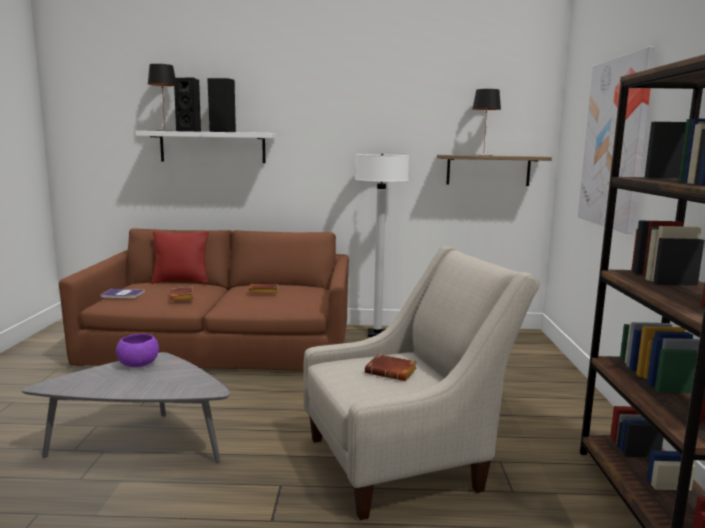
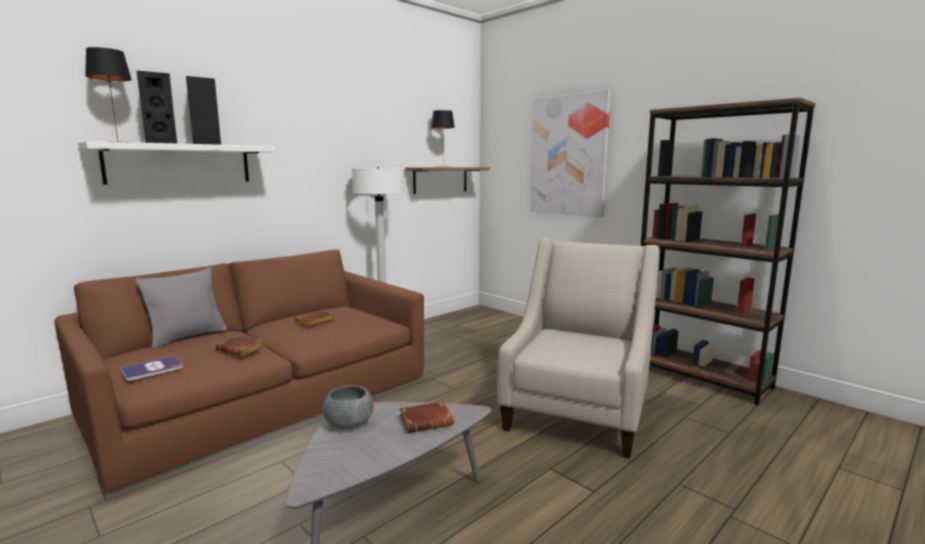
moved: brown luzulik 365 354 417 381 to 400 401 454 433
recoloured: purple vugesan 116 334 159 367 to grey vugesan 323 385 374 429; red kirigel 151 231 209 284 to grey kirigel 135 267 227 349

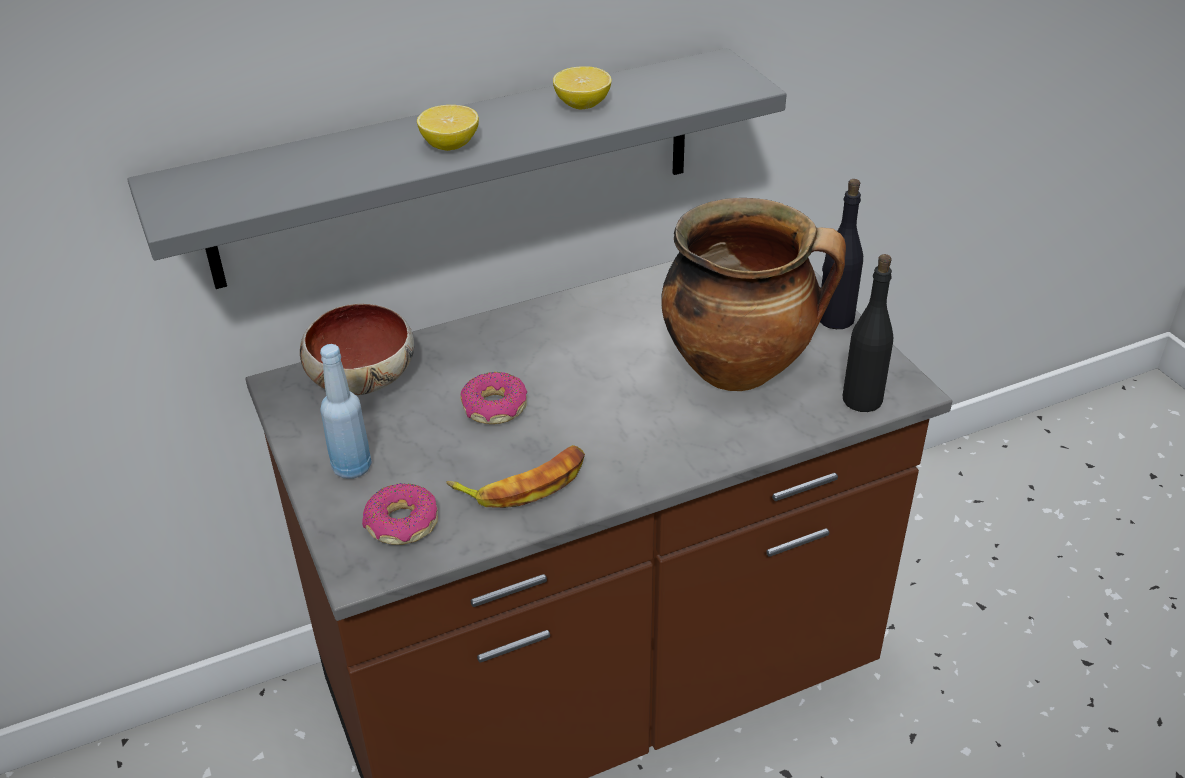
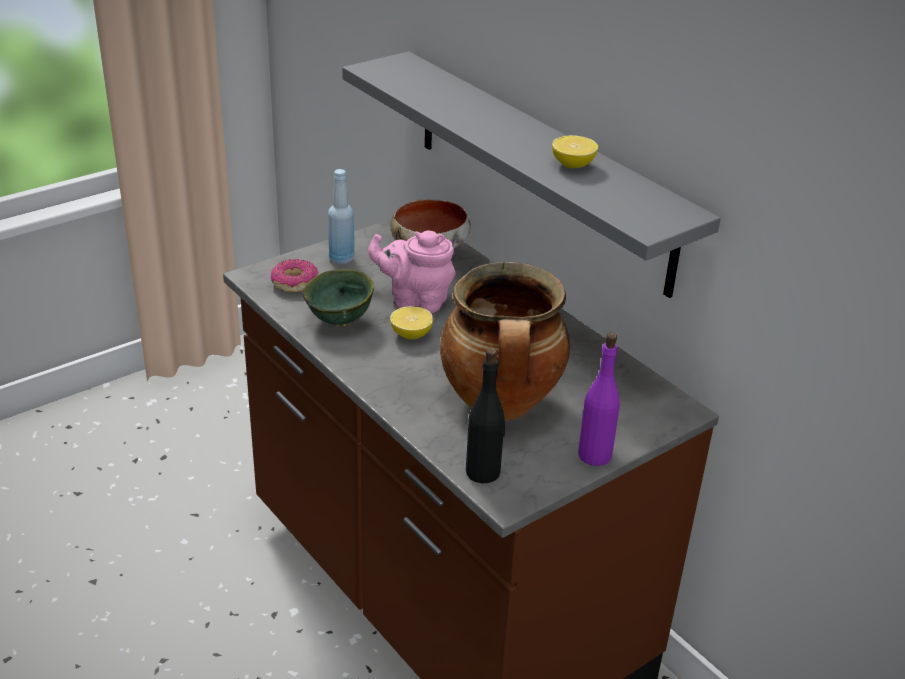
moved: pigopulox 417 105 479 151 to 390 306 433 339
replaced: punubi 446 445 585 508 to green vugesan 303 269 374 326; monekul 460 372 527 424 to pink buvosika 368 230 456 313
recoloured: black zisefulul 820 179 863 329 to purple zisefulul 578 333 620 466

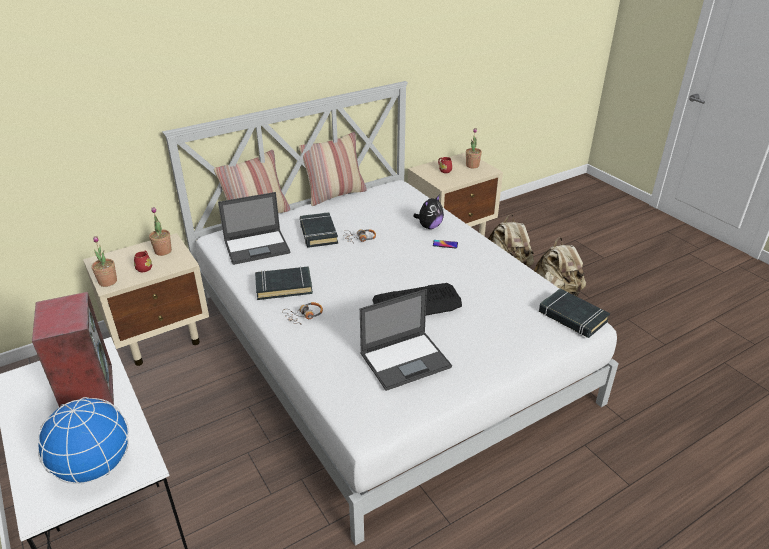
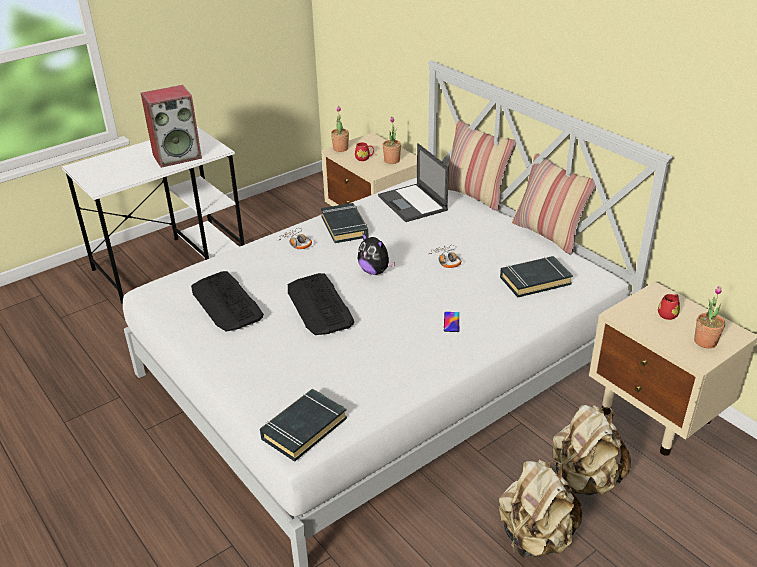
removed: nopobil 38 397 129 484
moved: black luzulik 300 212 338 248 to 500 256 573 298; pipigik 413 195 444 229 to 358 232 395 275
replaced: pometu 360 289 452 391 to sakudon 191 271 264 332

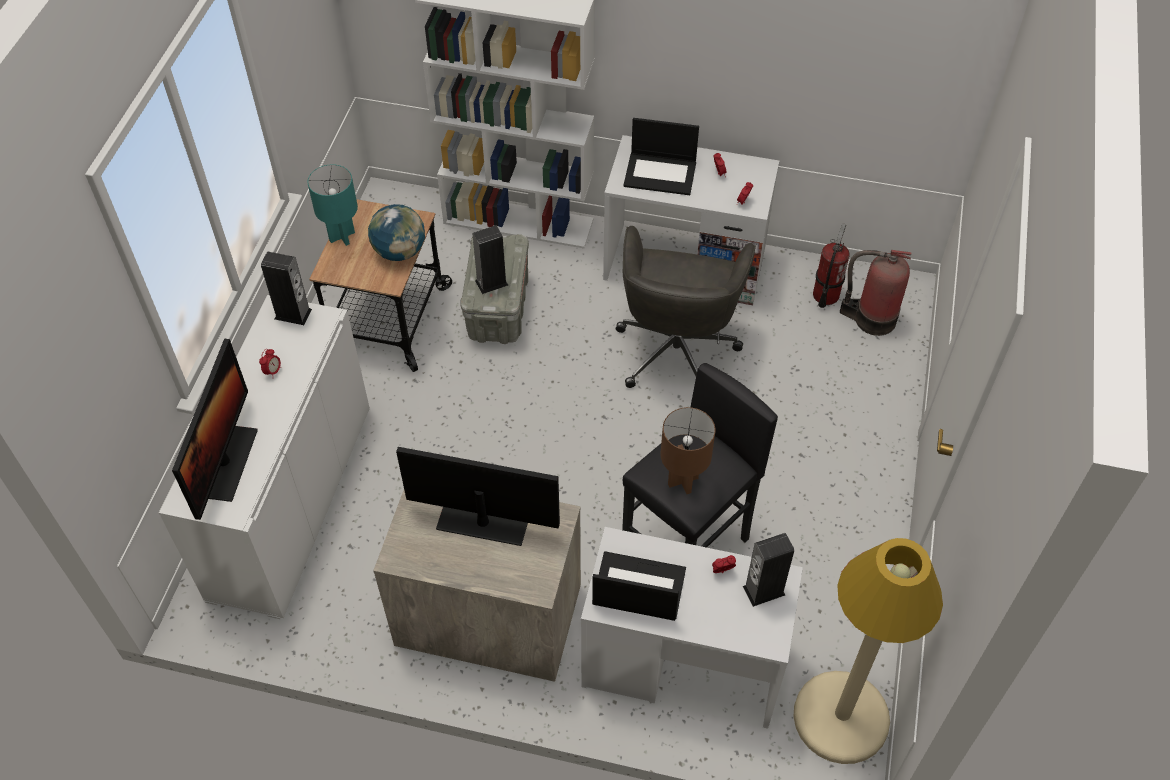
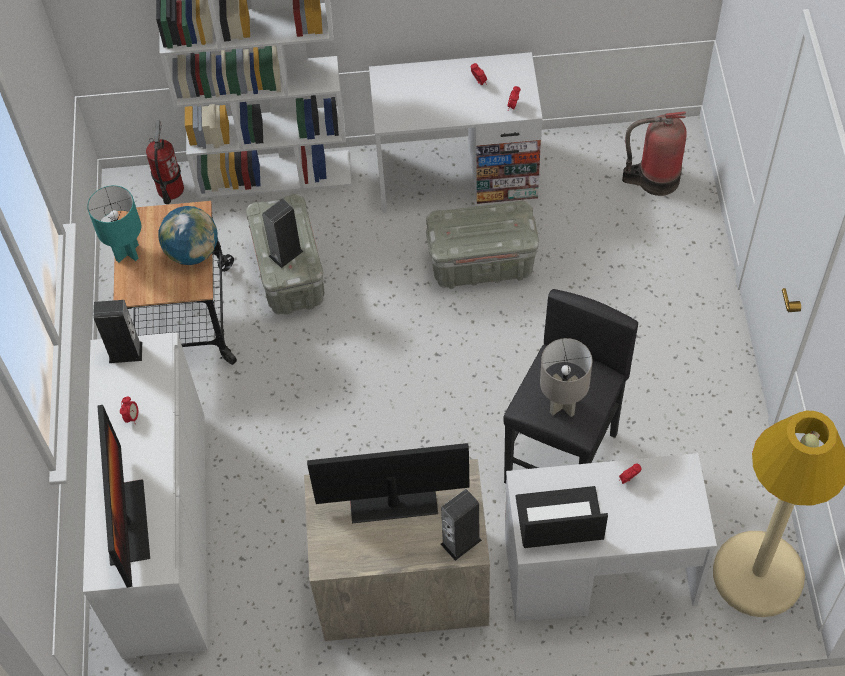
removed: pometu 624 118 699 195
moved: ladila 743 533 794 607 to 441 489 482 561; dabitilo 813 224 850 308 to 146 120 184 204
replaced: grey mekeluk 616 226 756 388 to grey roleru 426 201 539 289
recoloured: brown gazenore 661 407 715 494 to grey gazenore 540 338 592 417

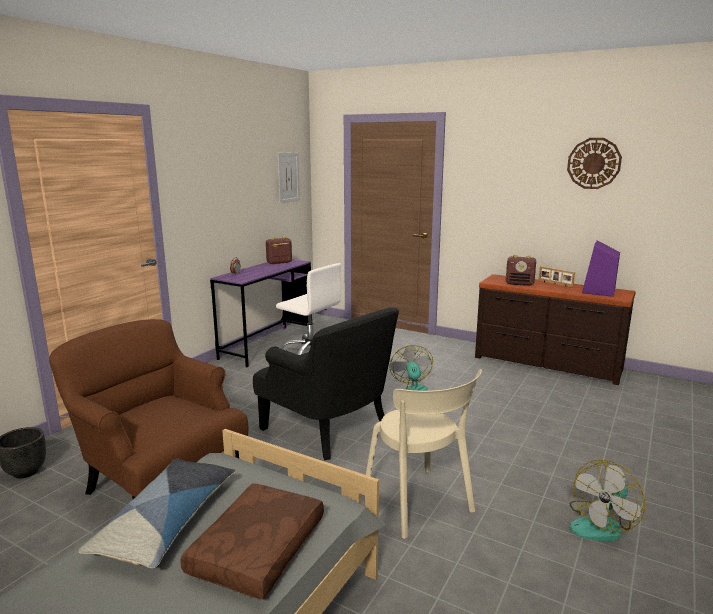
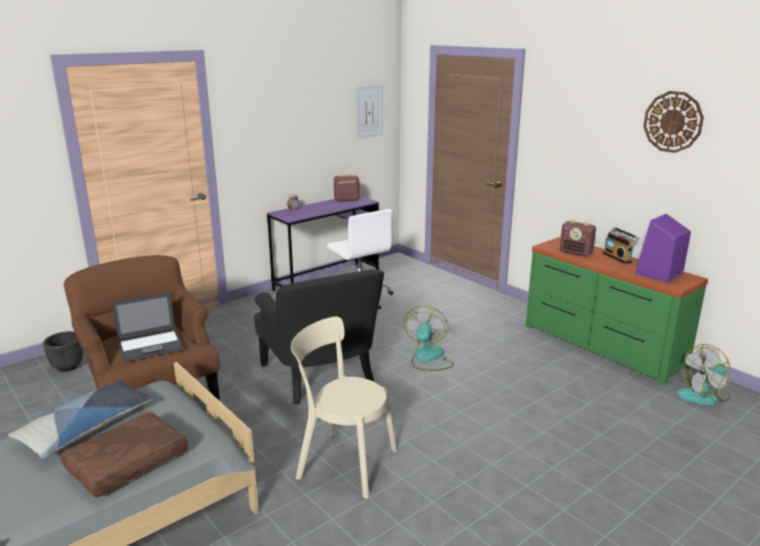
added: pometu 112 292 184 362
moved: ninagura 570 460 645 541 to 676 344 732 405
replaced: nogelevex 538 266 575 288 to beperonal 603 227 639 264
recoloured: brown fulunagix 475 274 636 385 to green fulunagix 526 237 708 385
turned: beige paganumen 366 369 482 539 = 291 317 397 498 120 degrees clockwise

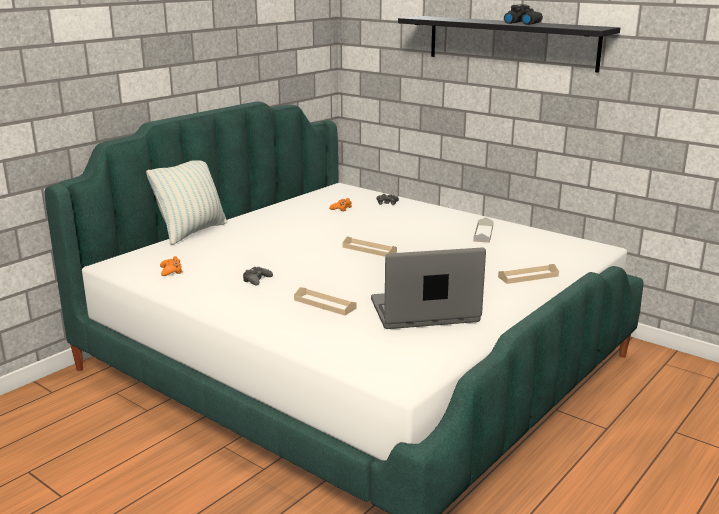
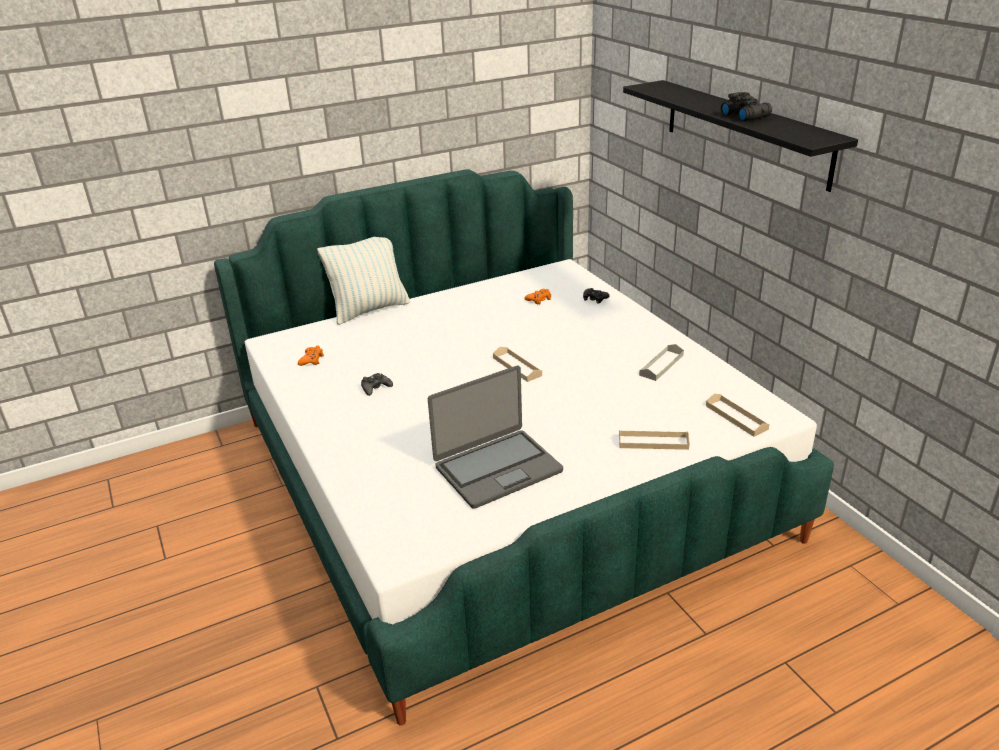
moved: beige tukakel 294 287 357 316 to 706 394 770 437
turned: pometu 371 247 486 329 = 428 366 563 509 135 degrees clockwise

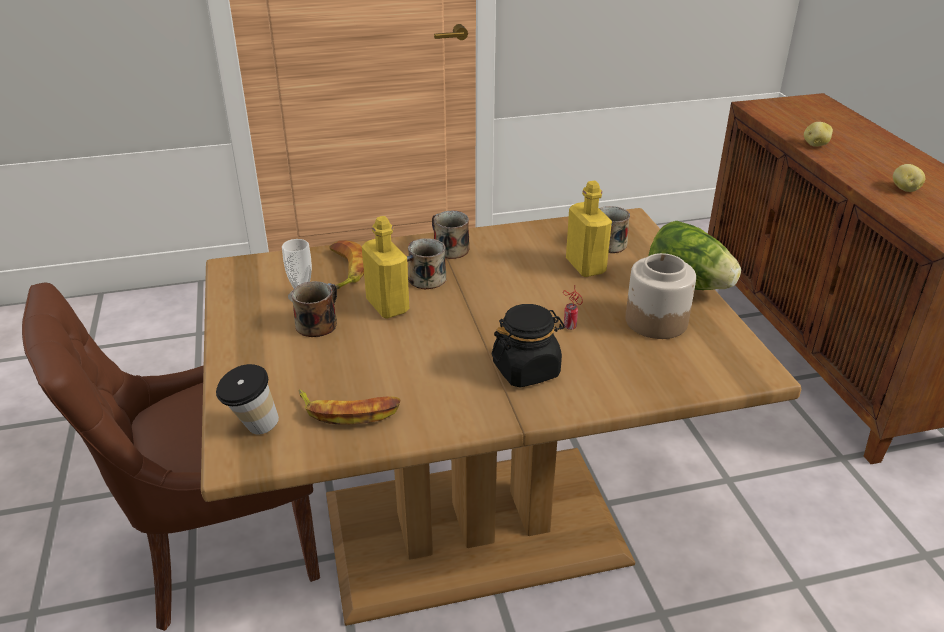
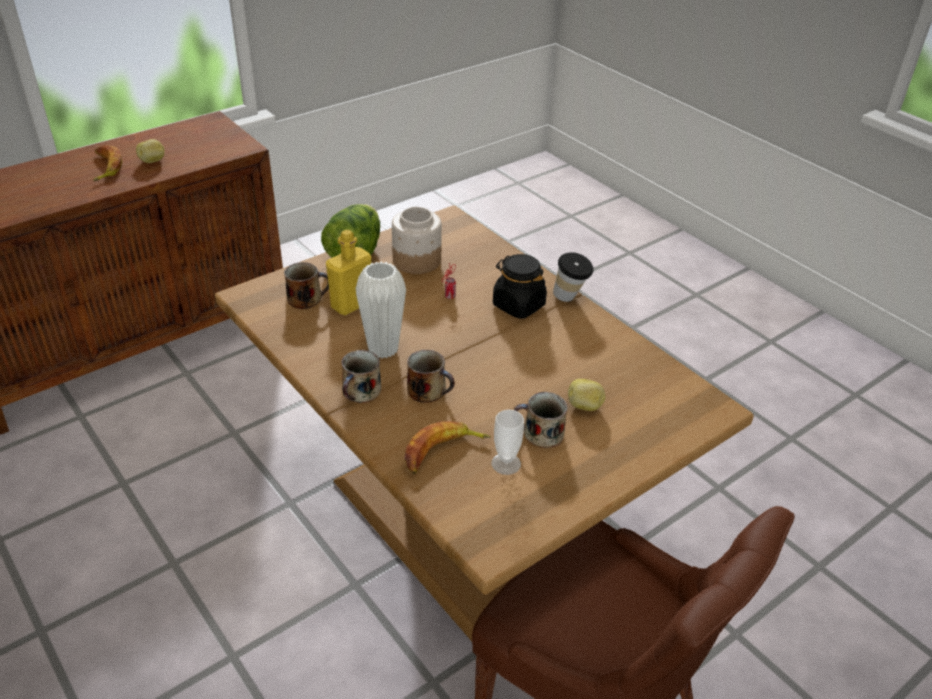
removed: yellow zisefulul 362 216 409 318
added: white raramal 356 261 406 359
moved: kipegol 216 364 279 435 to 553 252 594 302; punubi 298 389 401 424 to 93 145 122 181; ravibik 804 122 833 147 to 568 379 605 411

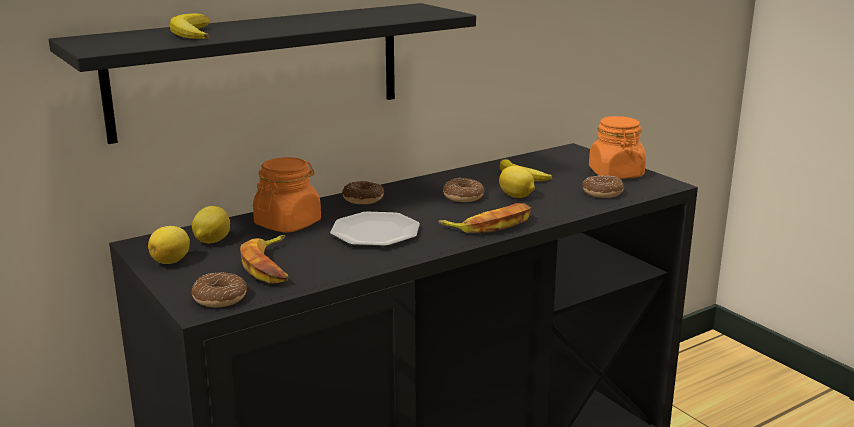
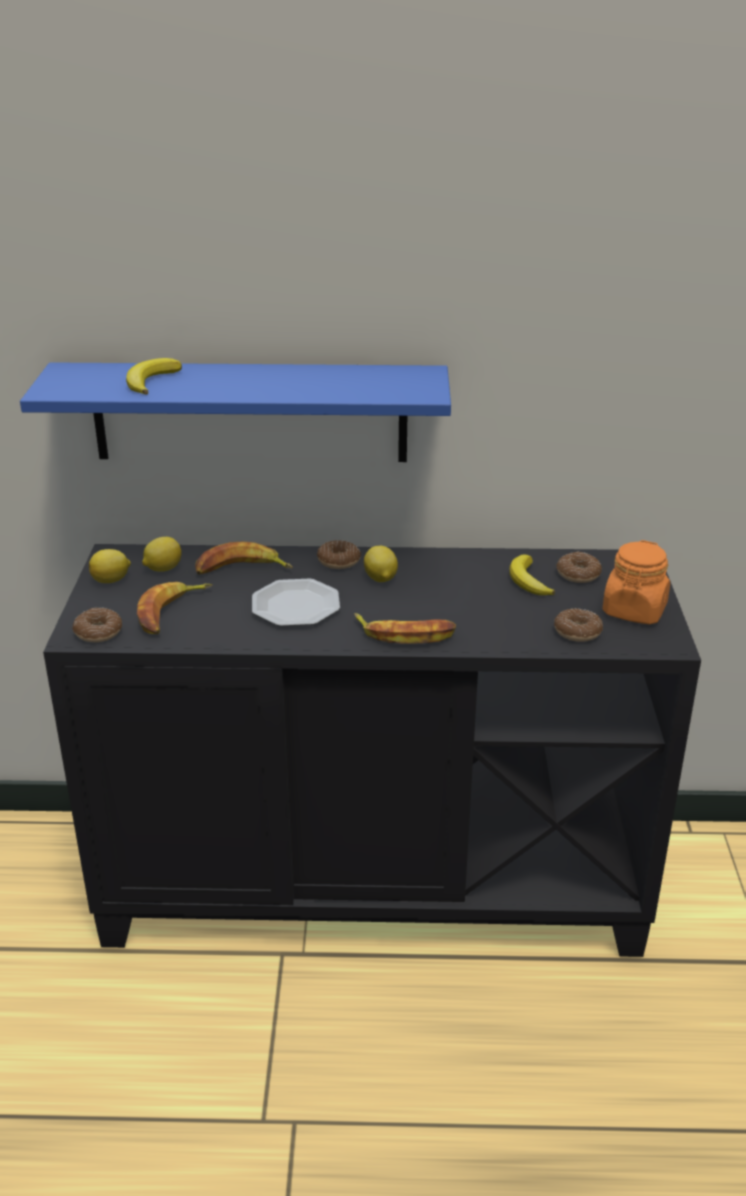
moved: monekul 443 178 485 202 to 556 552 602 583; pigopulox 499 165 535 198 to 364 546 398 582
replaced: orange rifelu 253 157 321 233 to punubi 195 541 293 575
recoloured: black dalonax 49 3 476 144 to blue dalonax 20 362 451 462

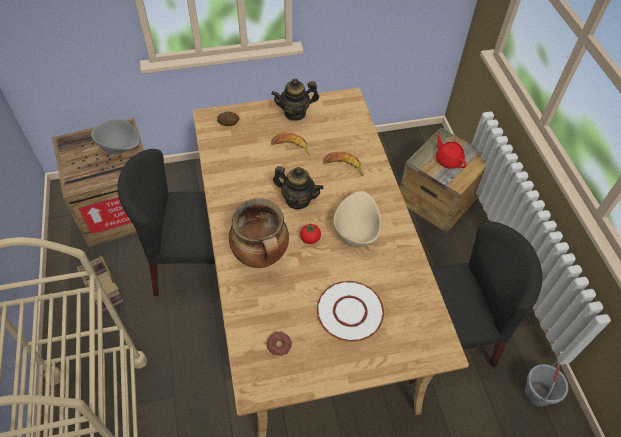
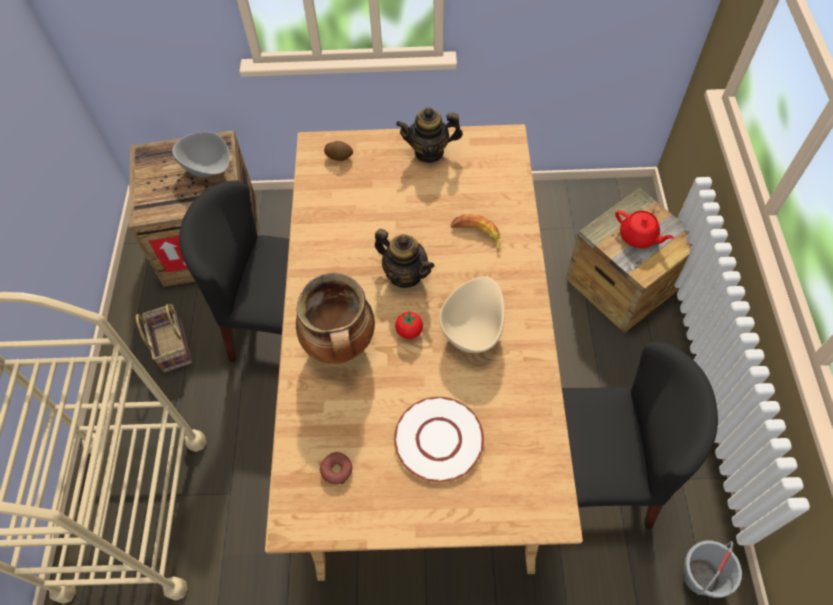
removed: punubi 271 133 310 155
turned: red buvosika 436 134 467 169 = 615 210 674 248 150 degrees clockwise

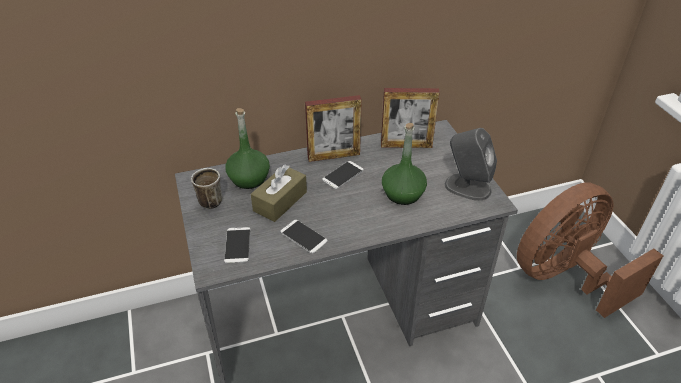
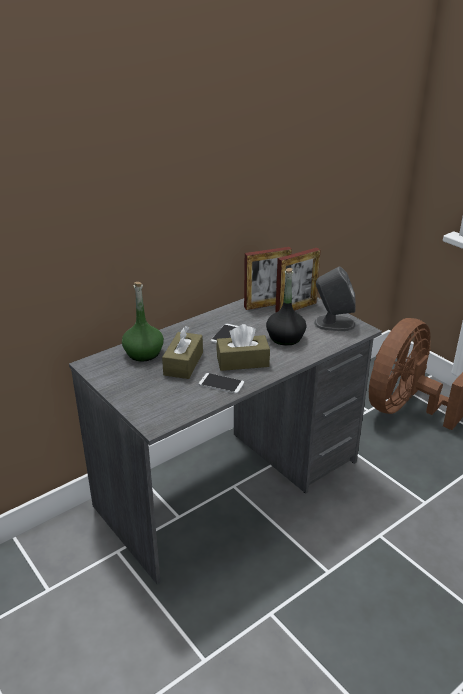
removed: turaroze 191 168 223 209; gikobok 224 227 251 263
added: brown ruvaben 216 324 270 371
moved: nogelevex 305 95 362 162 to 275 248 321 313
recoloured: green zisefulul 382 123 427 205 to black zisefulul 266 268 307 346

